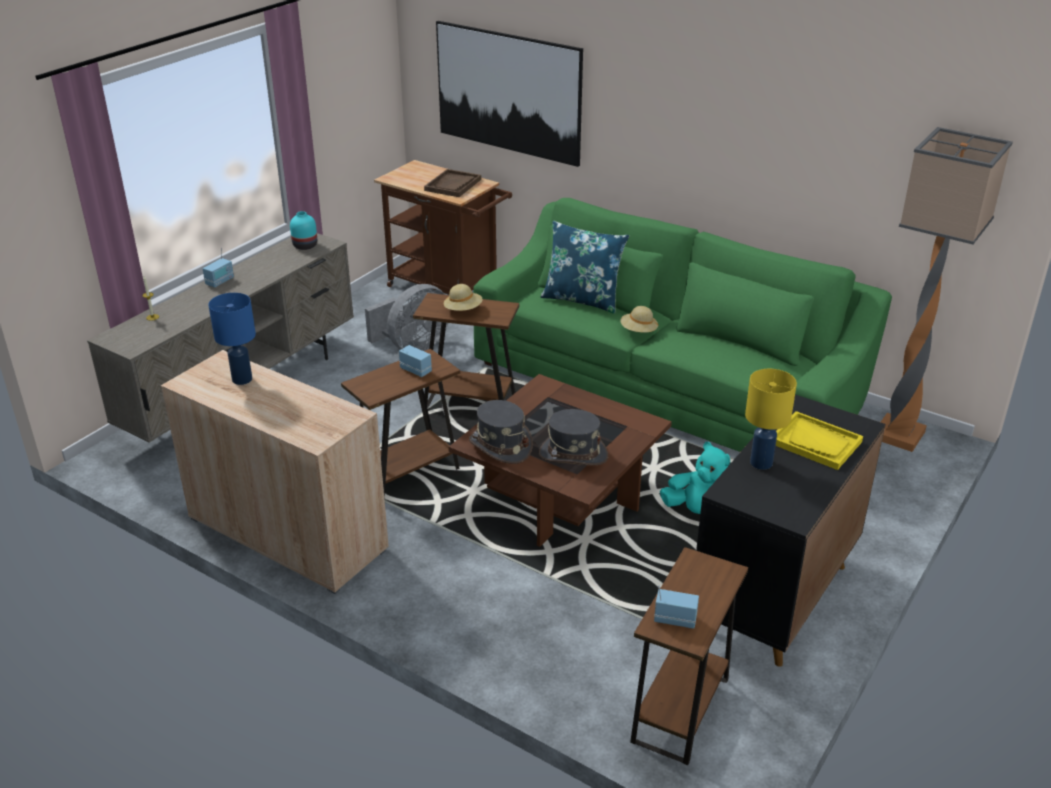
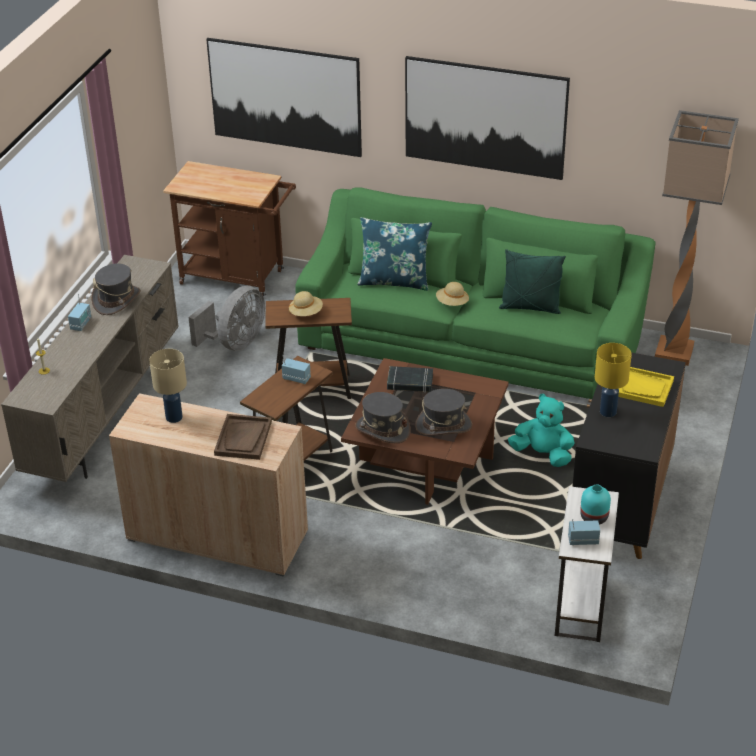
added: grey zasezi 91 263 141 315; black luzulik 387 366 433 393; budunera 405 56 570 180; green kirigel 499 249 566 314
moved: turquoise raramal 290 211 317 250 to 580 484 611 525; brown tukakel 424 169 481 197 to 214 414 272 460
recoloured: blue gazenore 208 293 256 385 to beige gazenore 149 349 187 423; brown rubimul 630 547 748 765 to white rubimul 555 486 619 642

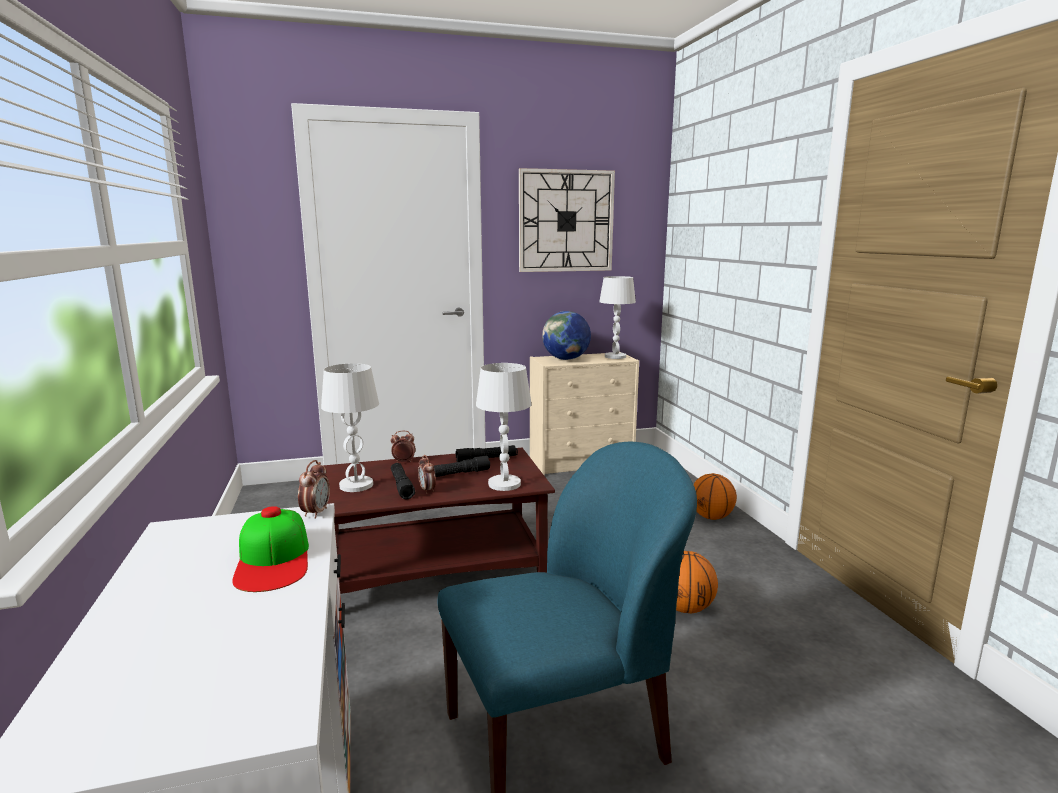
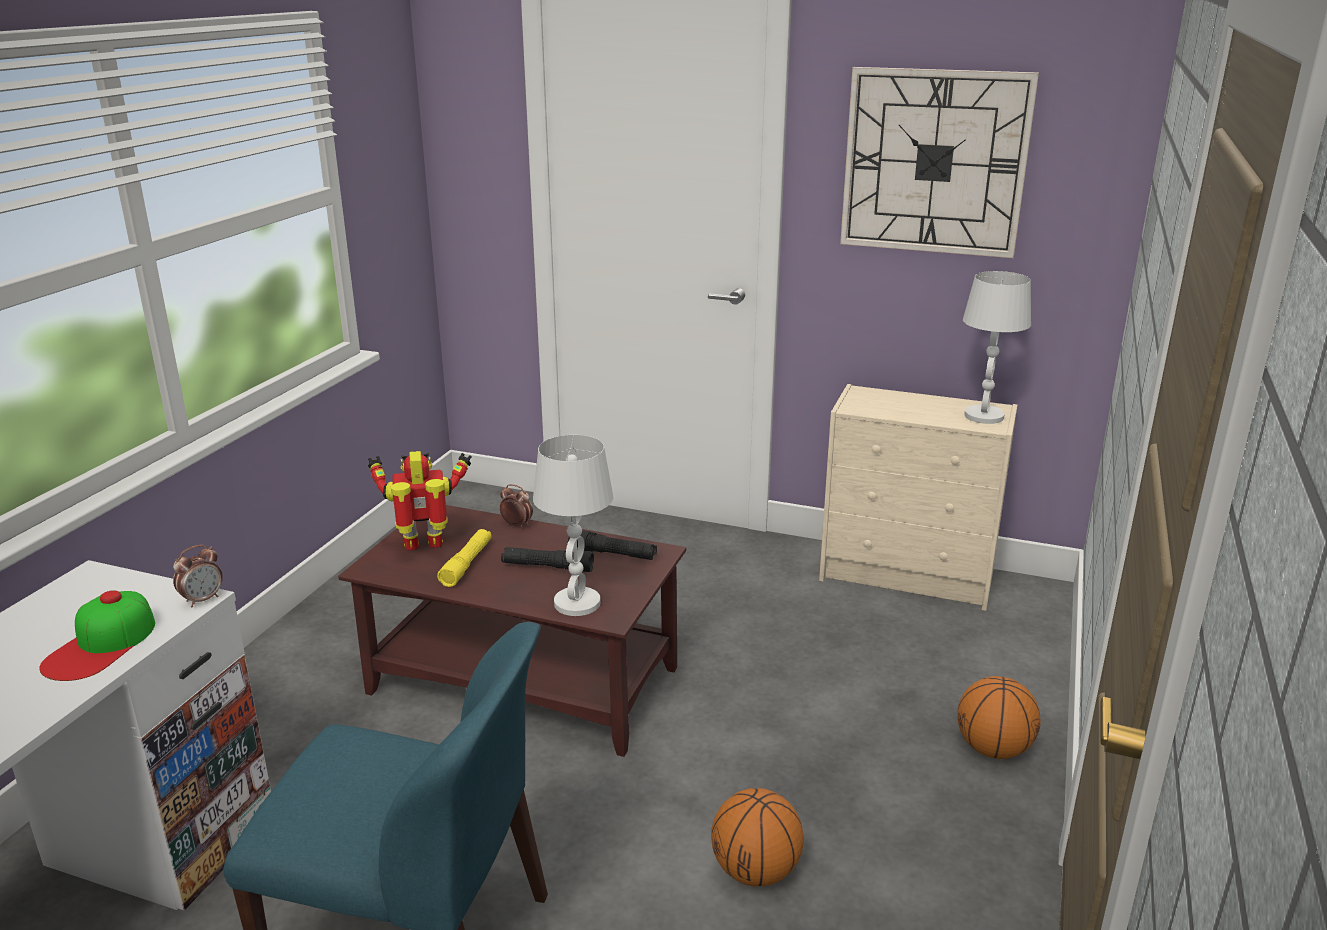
removed: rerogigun 418 455 436 494; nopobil 542 311 591 360
replaced: white gazenore 321 363 379 492 to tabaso 368 451 472 550
recoloured: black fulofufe 391 463 415 499 to yellow fulofufe 437 529 492 587

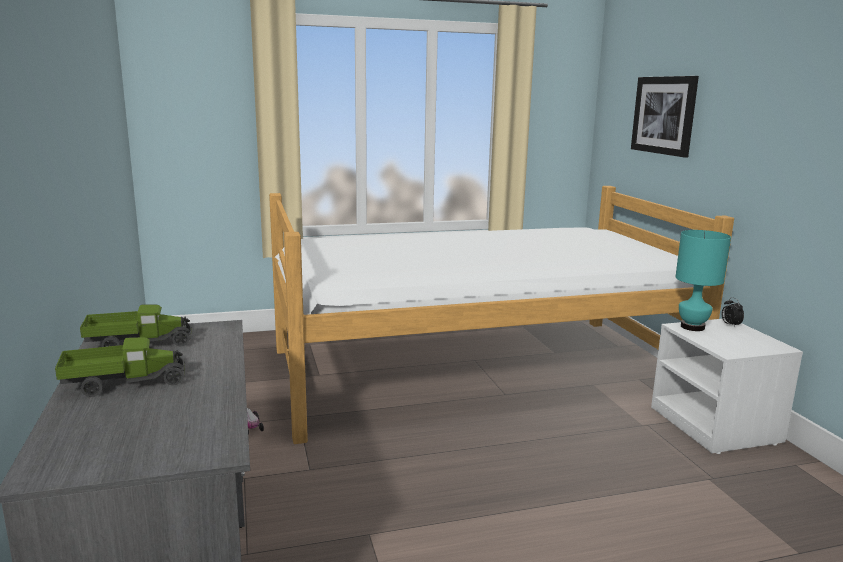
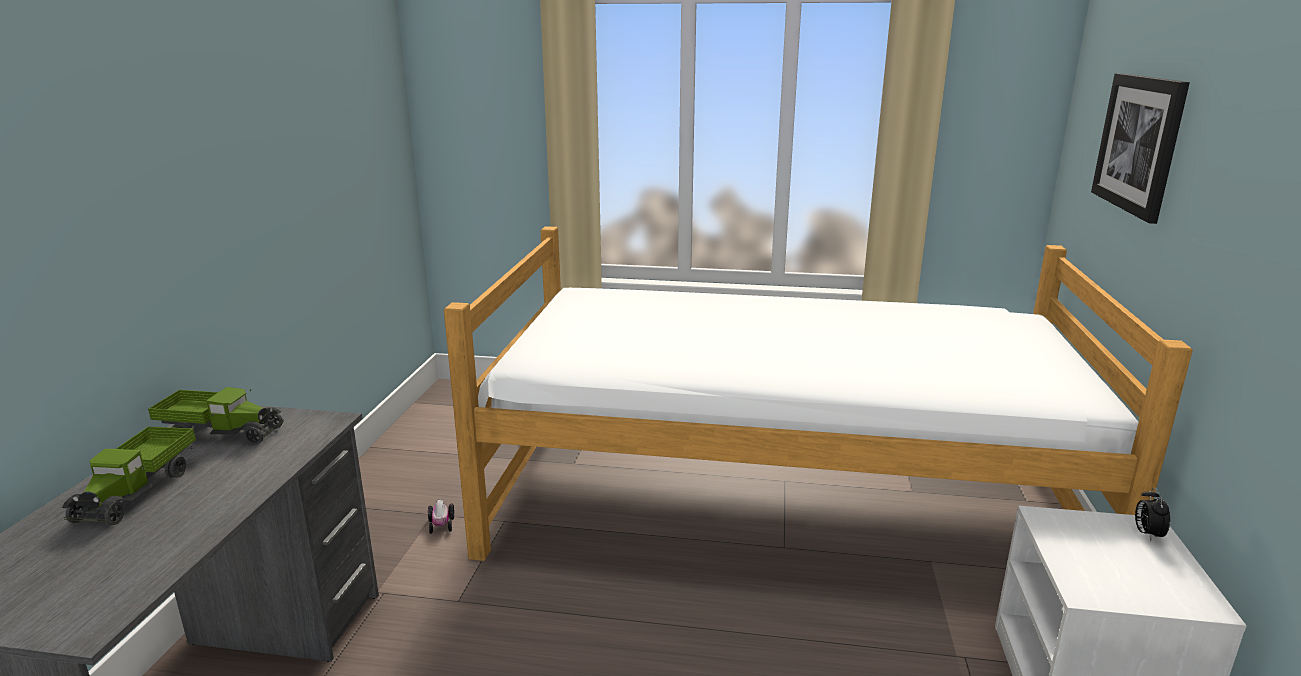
removed: turquoise gazenore 676 230 731 331
turned: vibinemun 55 337 185 397 = 62 427 196 525 90 degrees clockwise

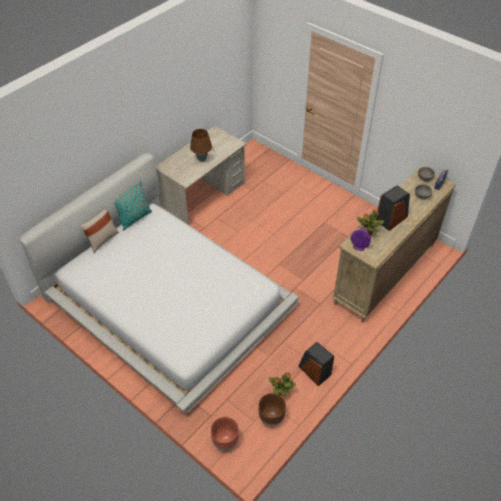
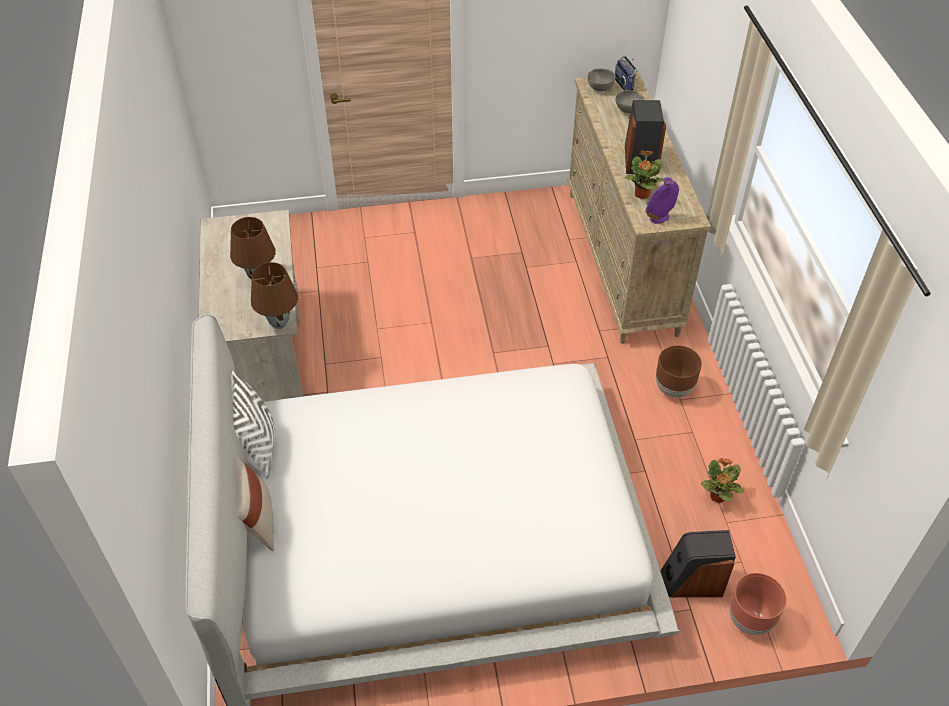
added: brown gazenore 251 262 298 329
moved: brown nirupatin 259 393 286 427 to 656 345 702 398; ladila 298 342 334 386 to 660 530 736 597
recoloured: turquoise kirigel 115 181 152 231 to white kirigel 231 371 275 479

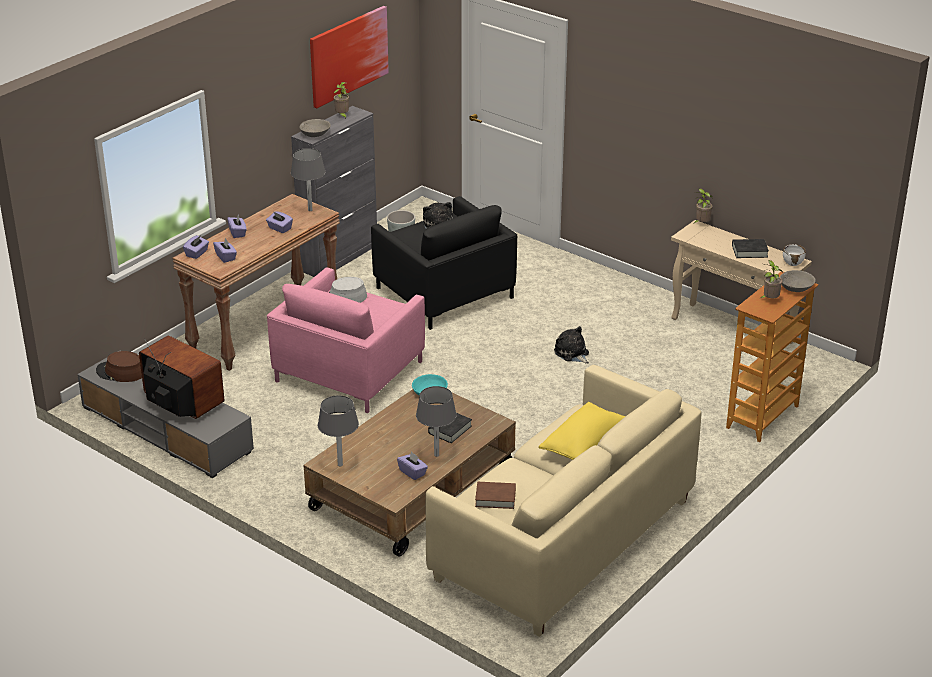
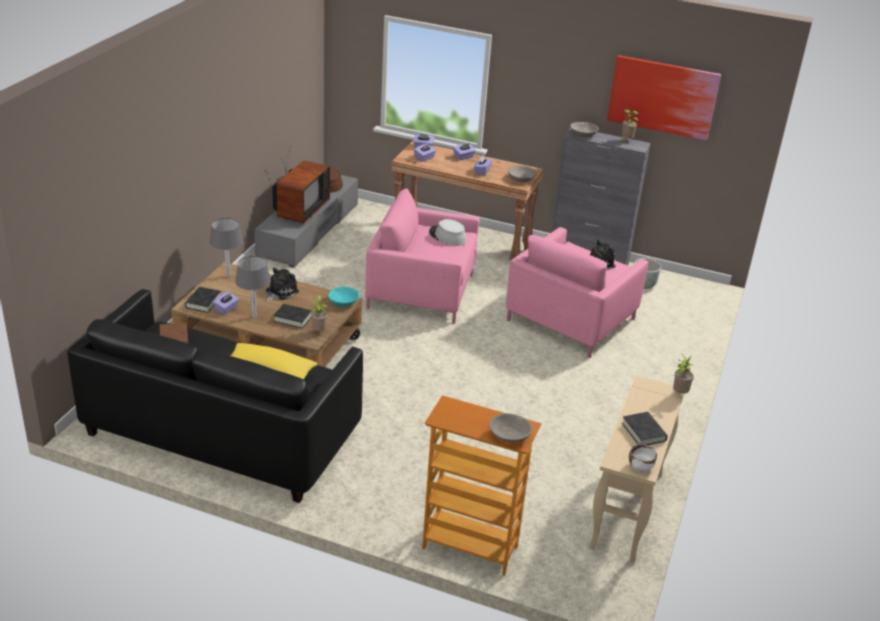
added: black luzulik 185 287 221 313
moved: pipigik 554 326 589 364 to 266 268 299 302; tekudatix 761 260 783 298 to 311 295 328 331
replaced: grey gazenore 291 148 325 211 to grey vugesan 508 166 536 182
recoloured: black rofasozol 371 196 517 330 to pink rofasozol 506 227 649 358; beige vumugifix 425 365 701 637 to black vumugifix 67 289 363 503

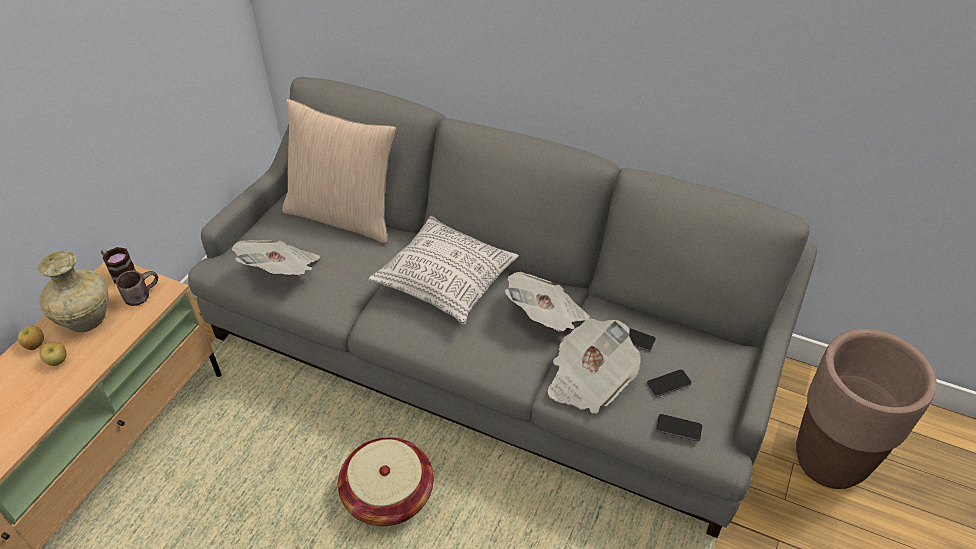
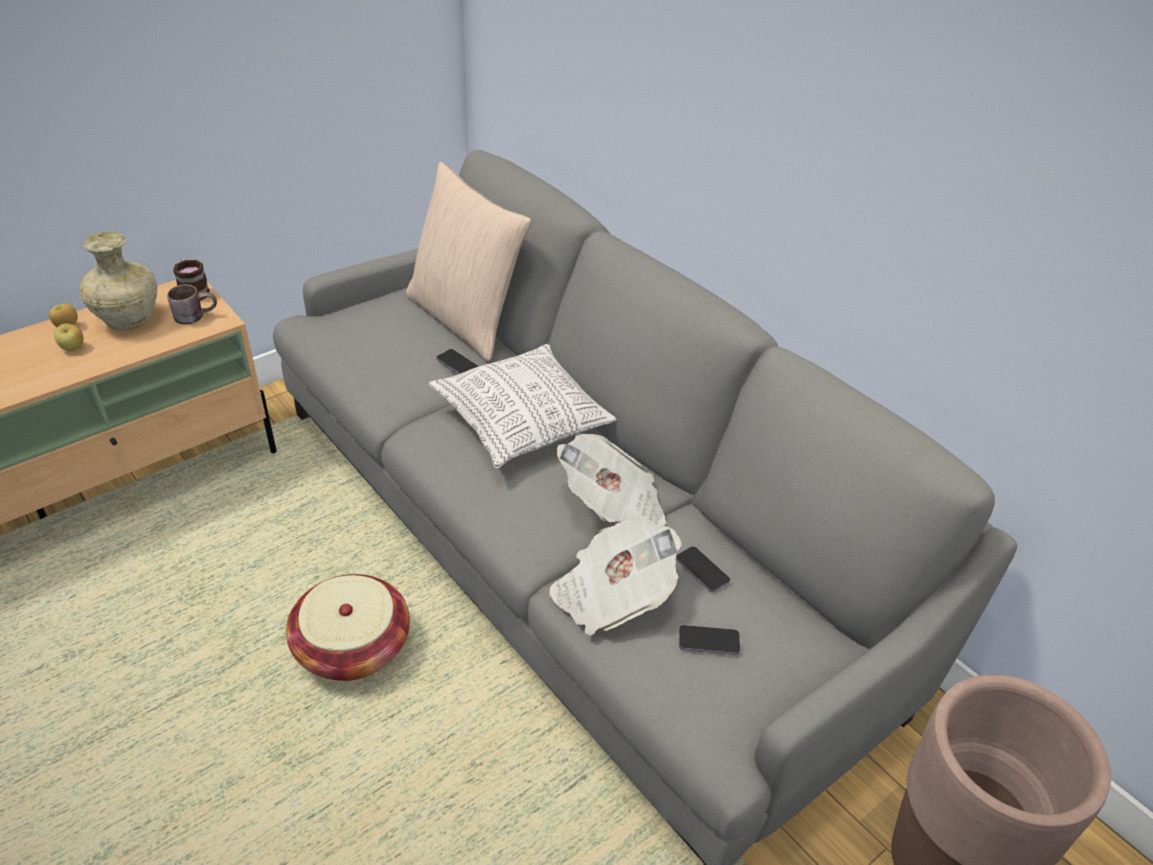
removed: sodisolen 232 240 320 275
moved: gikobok 656 414 702 441 to 437 349 479 374

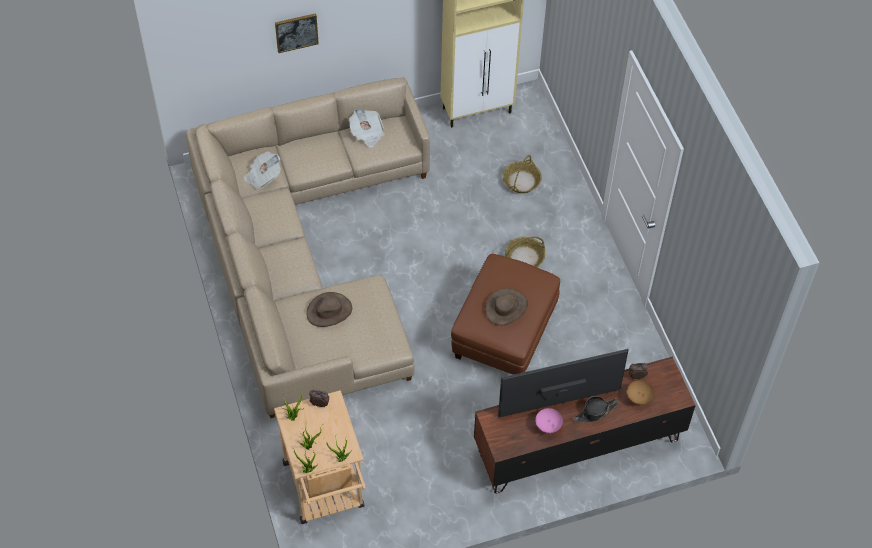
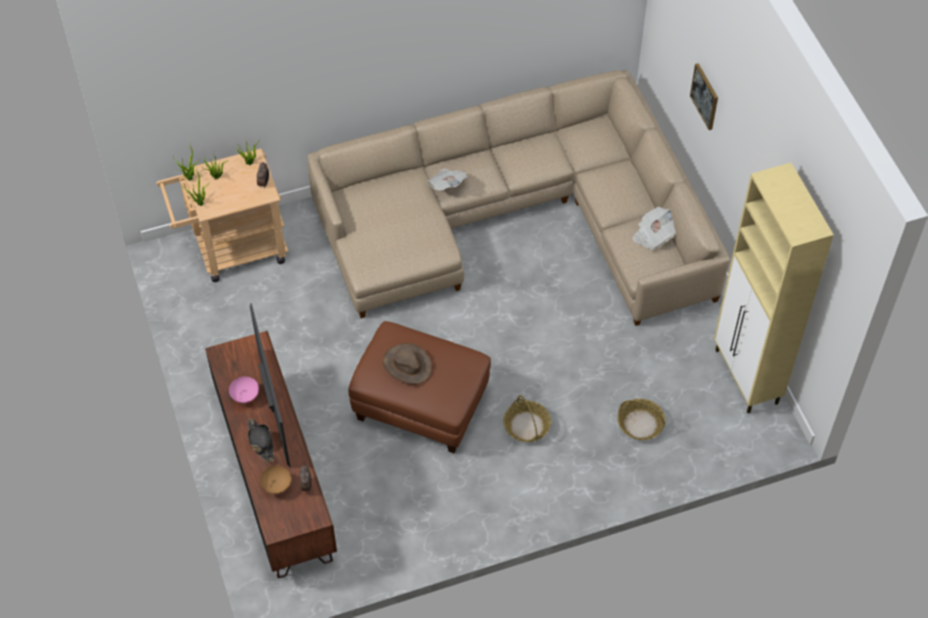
removed: brown zasezi 306 292 352 327
moved: sodisolen 244 151 281 190 to 427 168 468 190

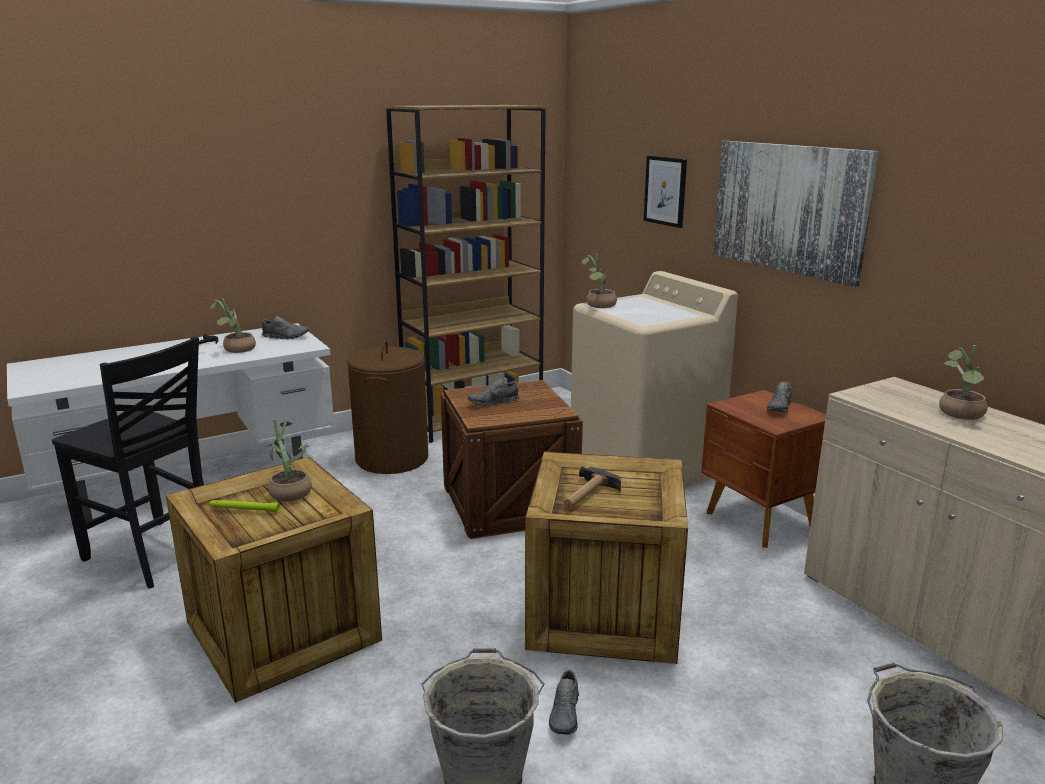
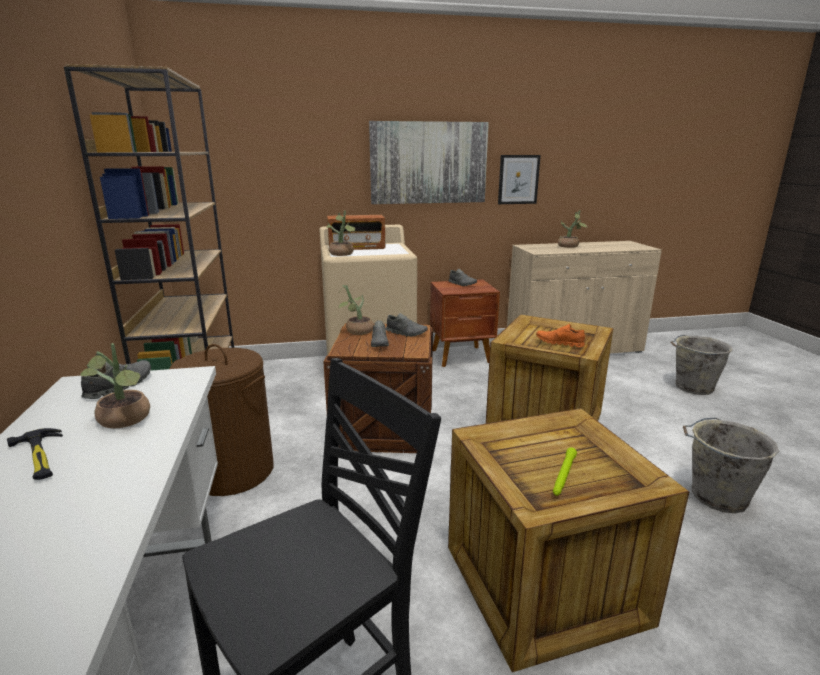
added: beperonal 327 215 385 250
moved: tekudatix 264 418 312 502 to 339 285 374 335; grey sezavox 549 669 579 735 to 386 313 428 337; budunera 644 156 687 228 to 498 155 541 204
replaced: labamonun 564 466 621 509 to orange sezavox 536 324 585 347

